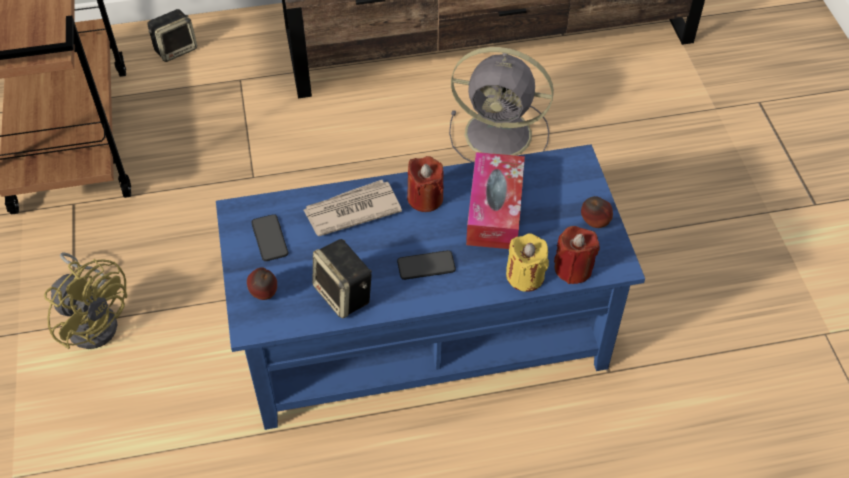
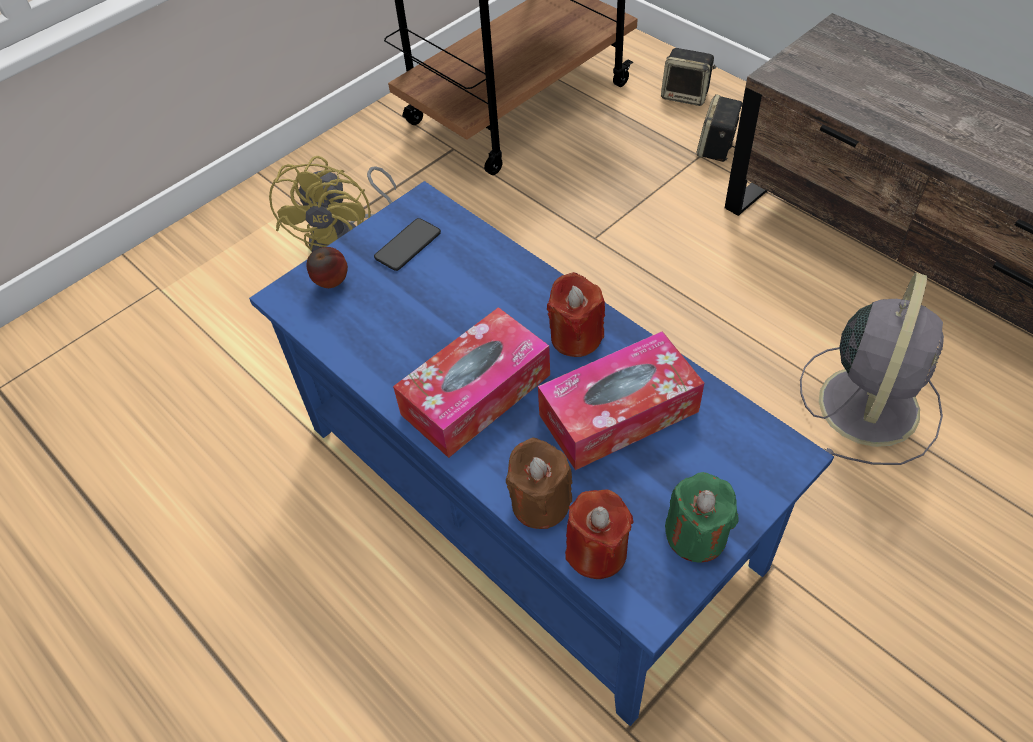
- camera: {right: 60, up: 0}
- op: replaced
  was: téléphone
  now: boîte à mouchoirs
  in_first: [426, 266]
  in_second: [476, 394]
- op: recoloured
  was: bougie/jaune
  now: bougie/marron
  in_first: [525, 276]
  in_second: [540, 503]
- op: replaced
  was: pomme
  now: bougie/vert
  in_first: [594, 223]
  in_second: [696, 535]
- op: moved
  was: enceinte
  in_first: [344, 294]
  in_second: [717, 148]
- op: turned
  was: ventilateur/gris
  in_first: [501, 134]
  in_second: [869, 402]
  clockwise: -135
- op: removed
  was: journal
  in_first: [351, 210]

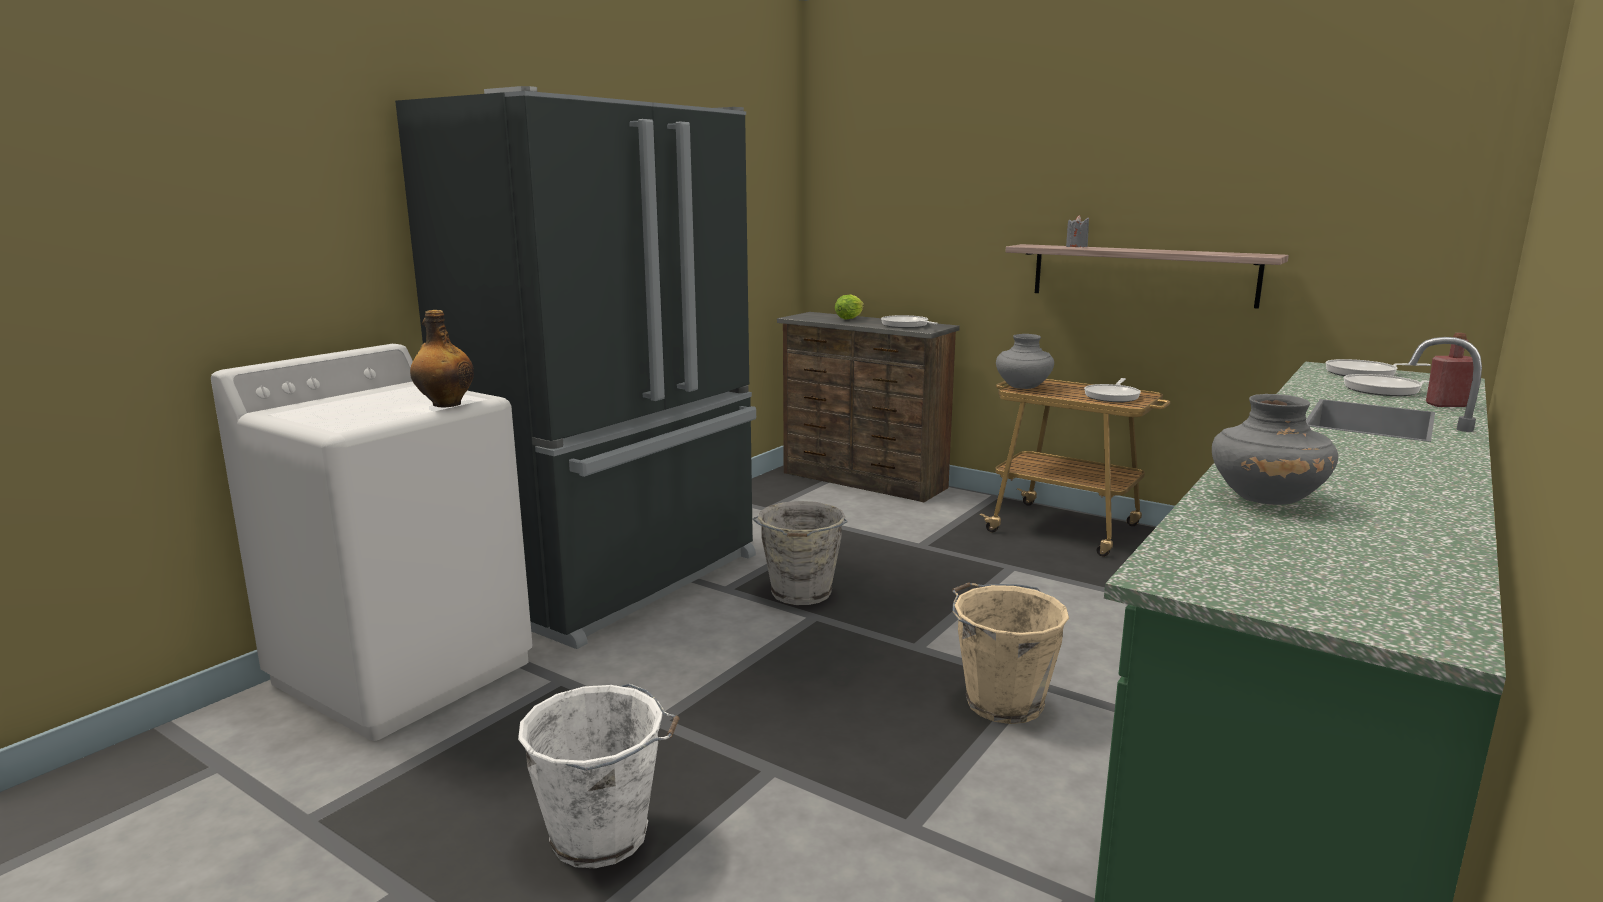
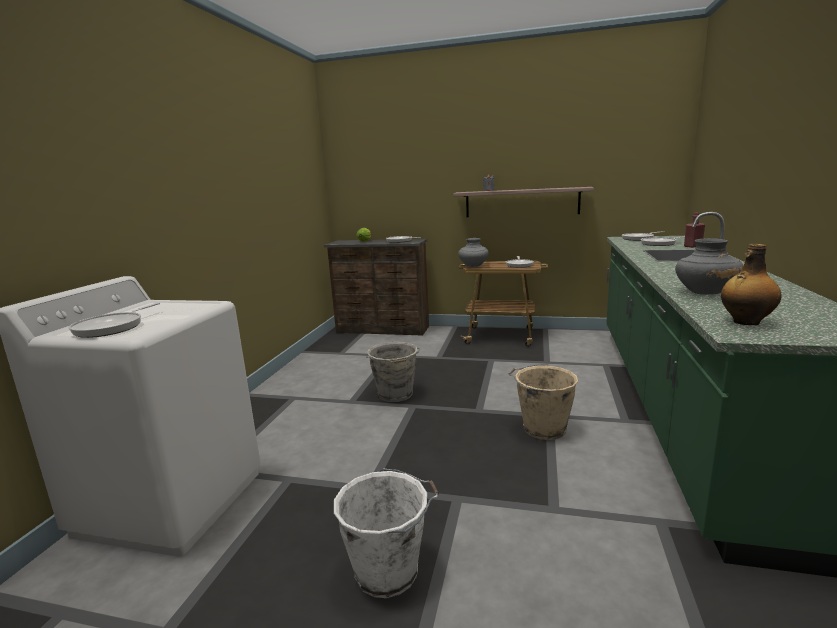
- camera: {right: -20, up: 0}
- op: added
  now: poêle
  in_second: [112, 327]
- op: moved
  was: bouteille
  in_first: [445, 404]
  in_second: [745, 322]
- op: removed
  was: réfrigérateur/noir
  in_first: [619, 580]

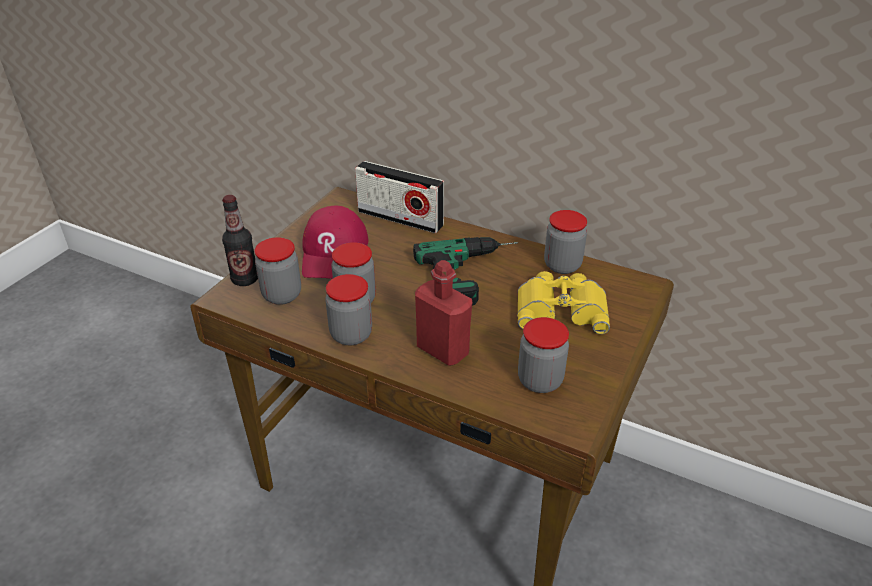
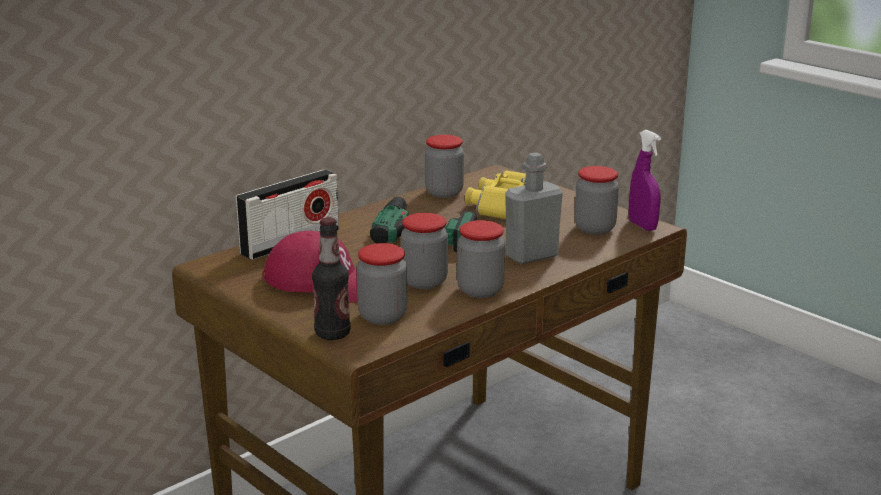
- camera: {right: -70, up: -15}
- op: recoloured
  was: bouteille/rouge
  now: bouteille/gris
  in_first: [443, 350]
  in_second: [531, 256]
- op: added
  now: vaporisateur/violet
  in_second: [642, 226]

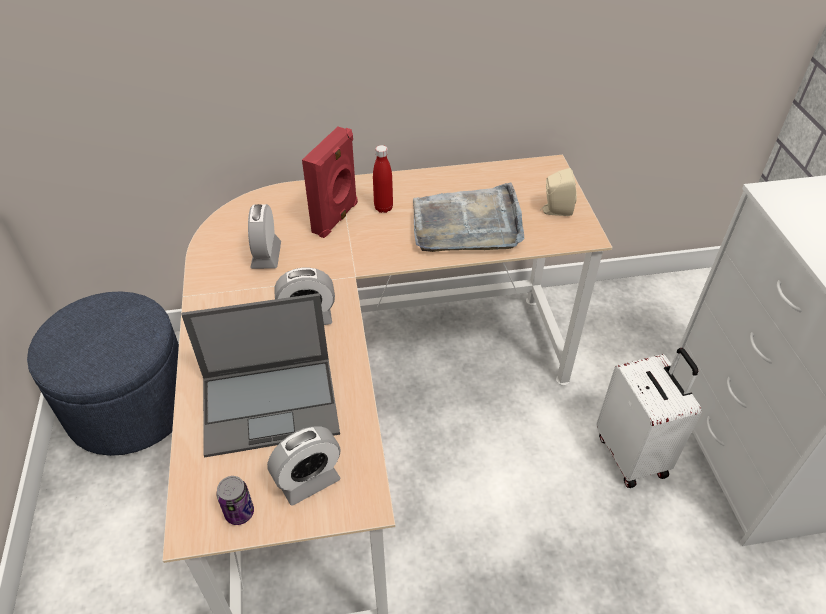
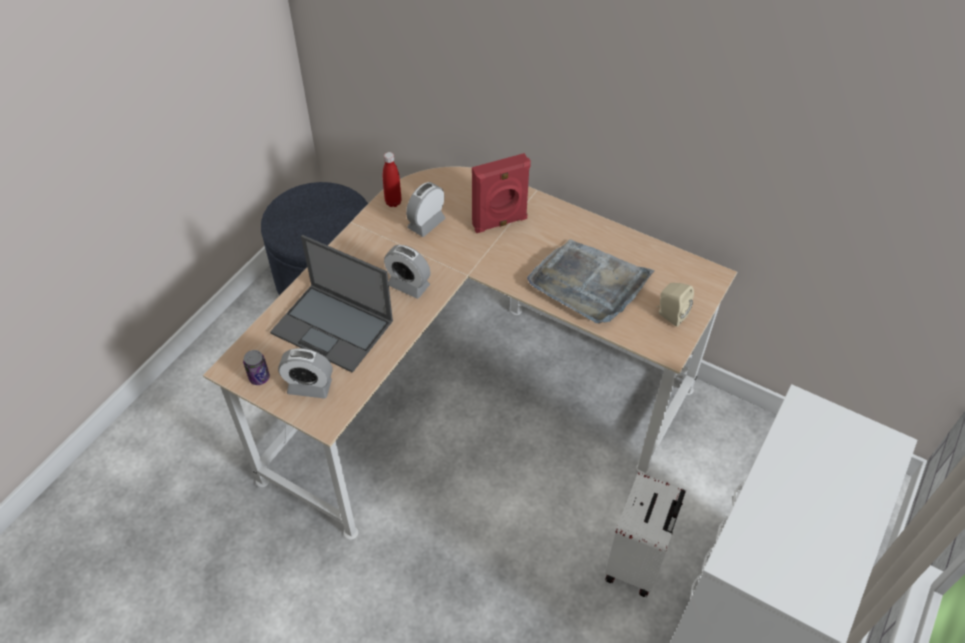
- camera: {right: 40, up: 5}
- op: moved
  was: bouteille/rouge
  in_first: [383, 208]
  in_second: [393, 202]

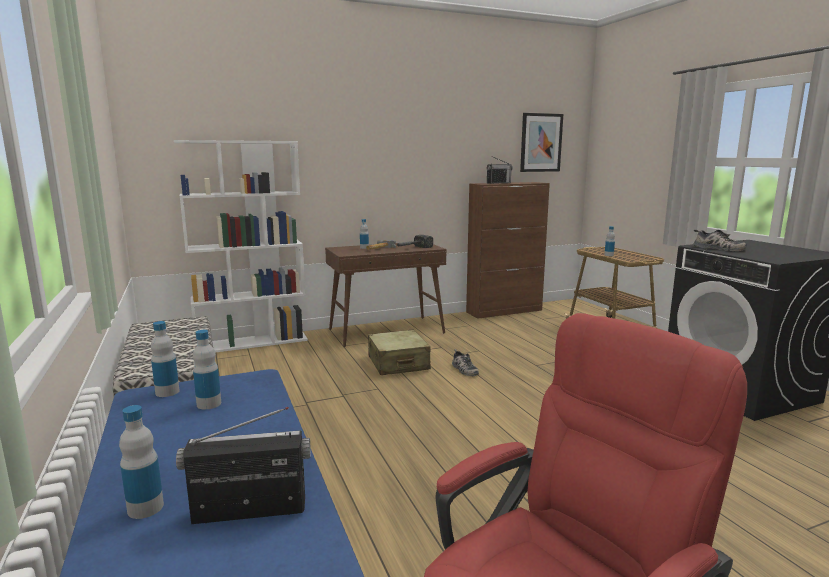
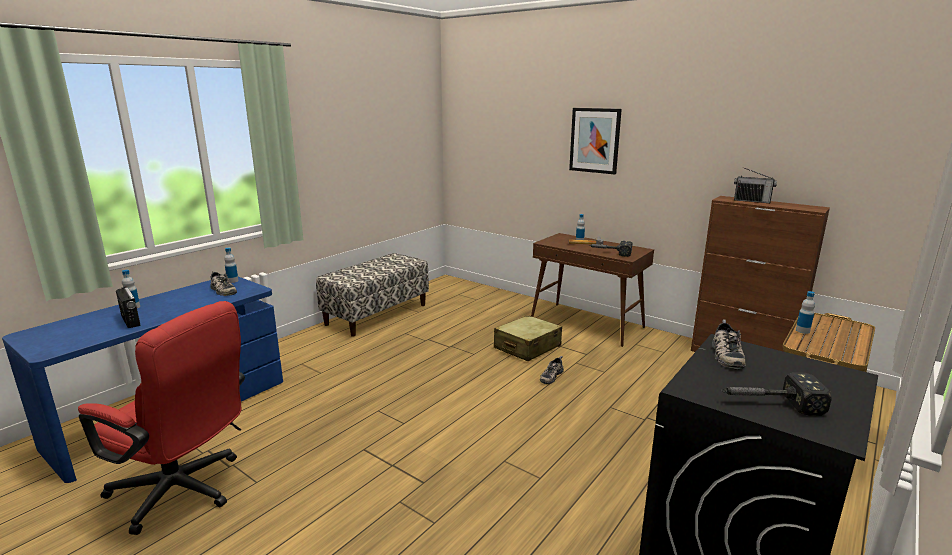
- camera: {right: 60, up: 5}
- op: replaced
  was: bouteille
  now: chaussure
  in_first: [209, 404]
  in_second: [222, 290]
- op: moved
  was: tableau
  in_first: [541, 142]
  in_second: [595, 140]
- op: added
  now: marteau
  in_second: [767, 403]
- op: removed
  was: bibliothèque/blanc
  in_first: [252, 342]

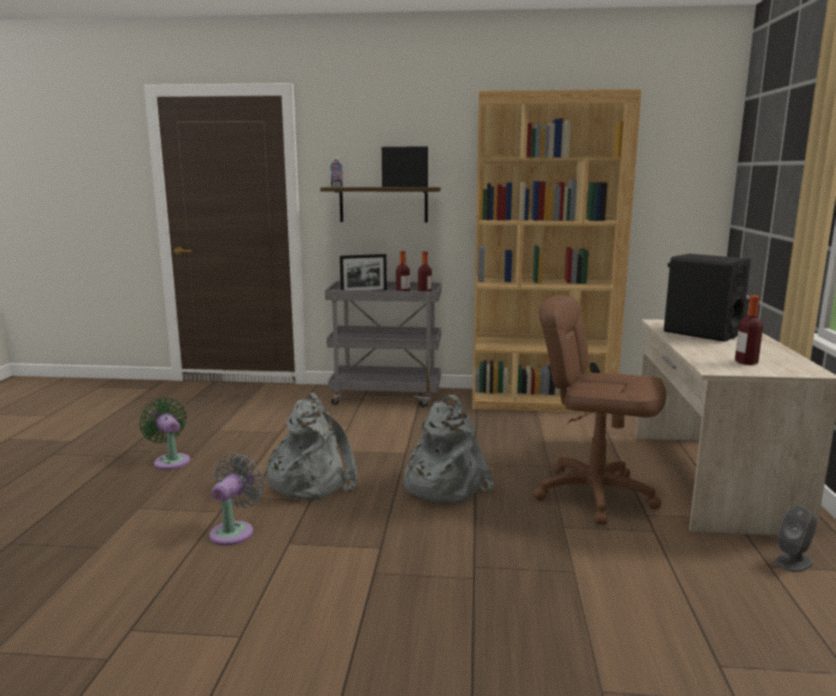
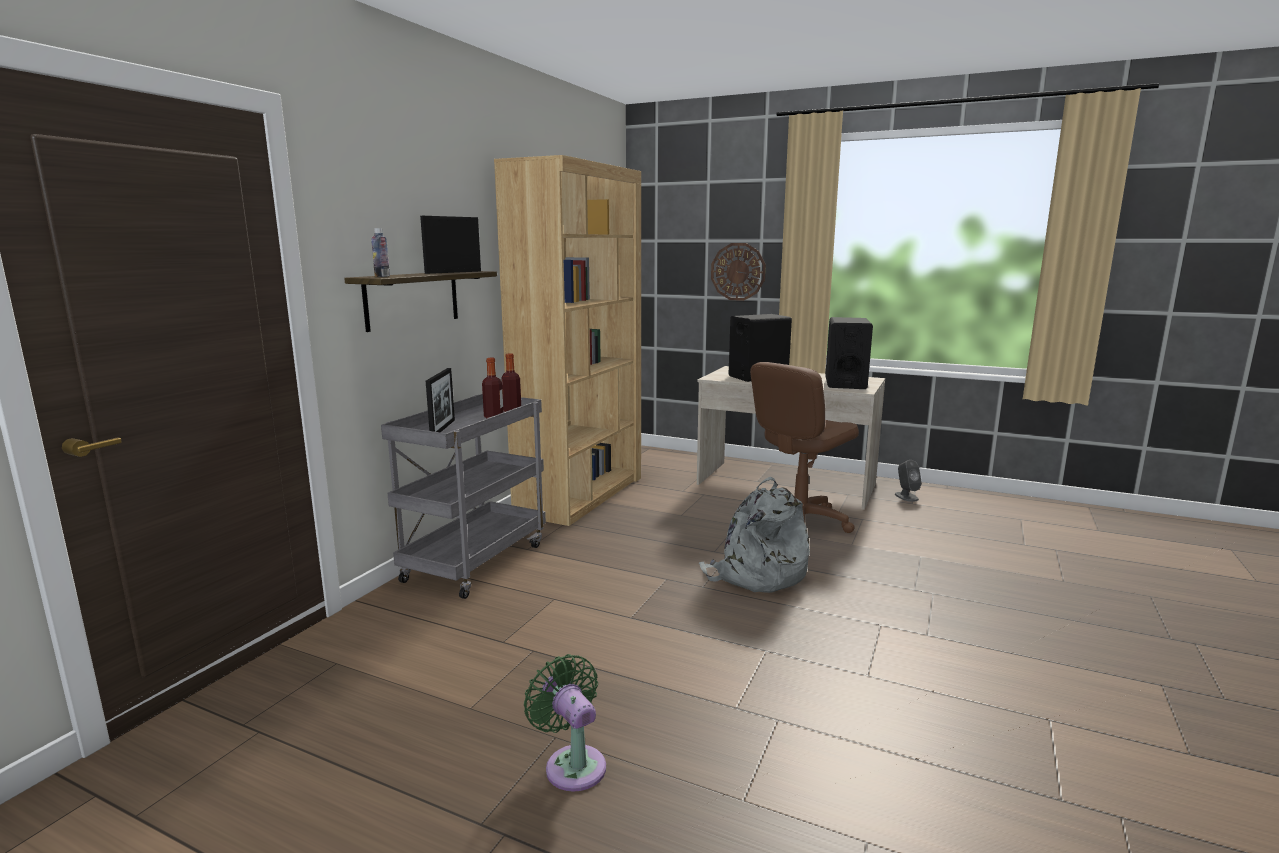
- camera: {right: -70, up: 0}
- op: turned
  was: ventilateur/vert
  in_first: [171, 461]
  in_second: [572, 764]
  clockwise: 75
- op: added
  now: horloge murale
  in_second: [738, 271]
- op: replaced
  was: bouteille
  now: enceinte/noir
  in_first: [746, 362]
  in_second: [845, 383]
- op: removed
  was: ventilateur/gris
  in_first: [235, 531]
- op: removed
  was: sac à dos/gris
  in_first: [311, 482]

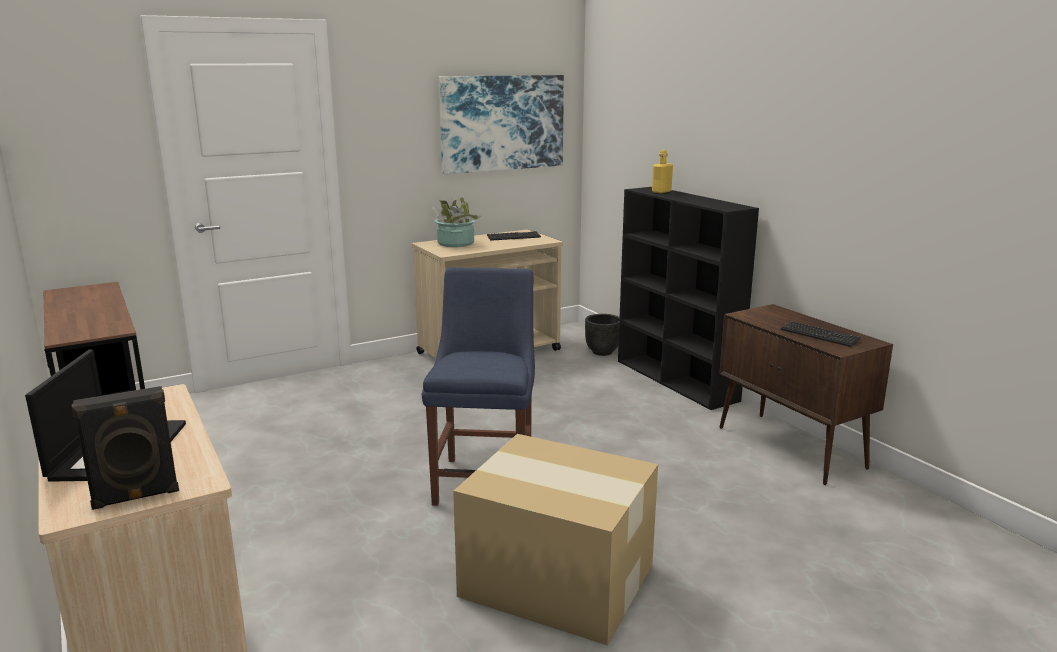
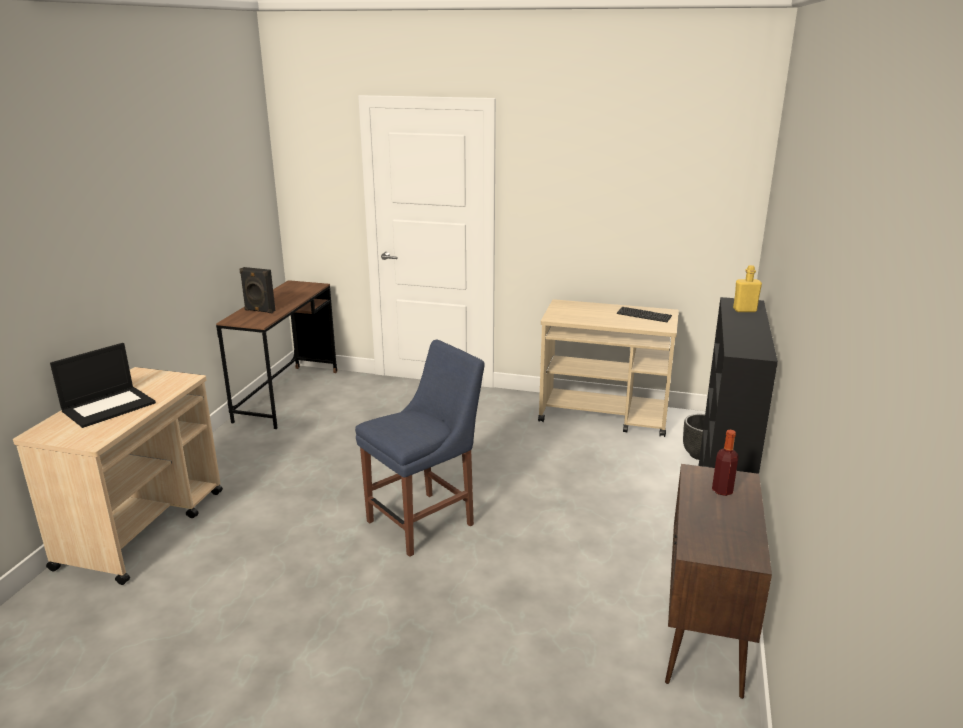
- camera: {right: 45, up: 5}
- op: moved
  was: enceinte/noir
  in_first: [136, 497]
  in_second: [259, 311]
- op: added
  now: bouteille
  in_second: [722, 490]
- op: removed
  was: plante en pot
  in_first: [455, 243]
- op: removed
  was: tableau
  in_first: [502, 123]
- op: removed
  was: carton
  in_first: [559, 581]
- op: removed
  was: clavier
  in_first: [819, 335]

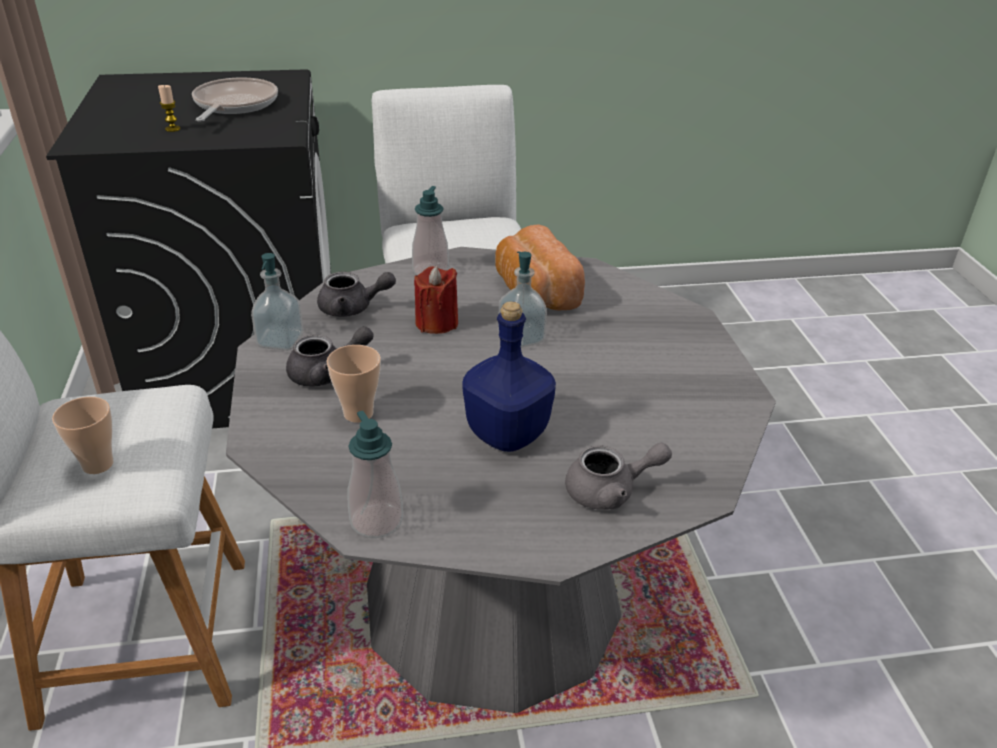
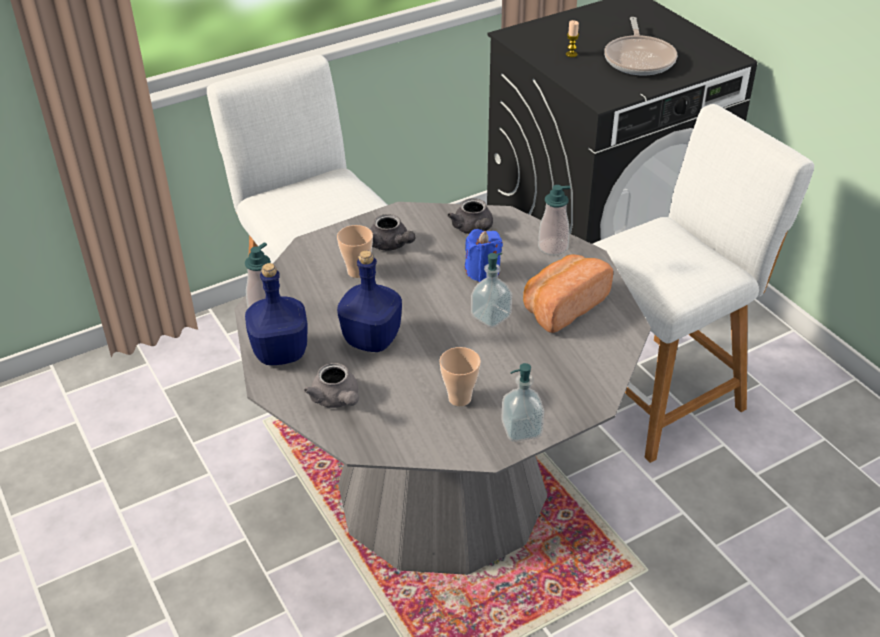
- camera: {right: 70, up: 5}
- op: added
  now: bouteille/bleu
  in_second: [282, 352]
- op: moved
  was: tasse
  in_first: [98, 464]
  in_second: [459, 398]
- op: recoloured
  was: bougie/rouge
  now: bougie/bleu
  in_first: [436, 323]
  in_second: [482, 271]
- op: moved
  was: distributeur de savon
  in_first: [280, 341]
  in_second: [521, 429]
- op: turned
  was: poêle
  in_first: [234, 105]
  in_second: [639, 59]
  clockwise: 105

